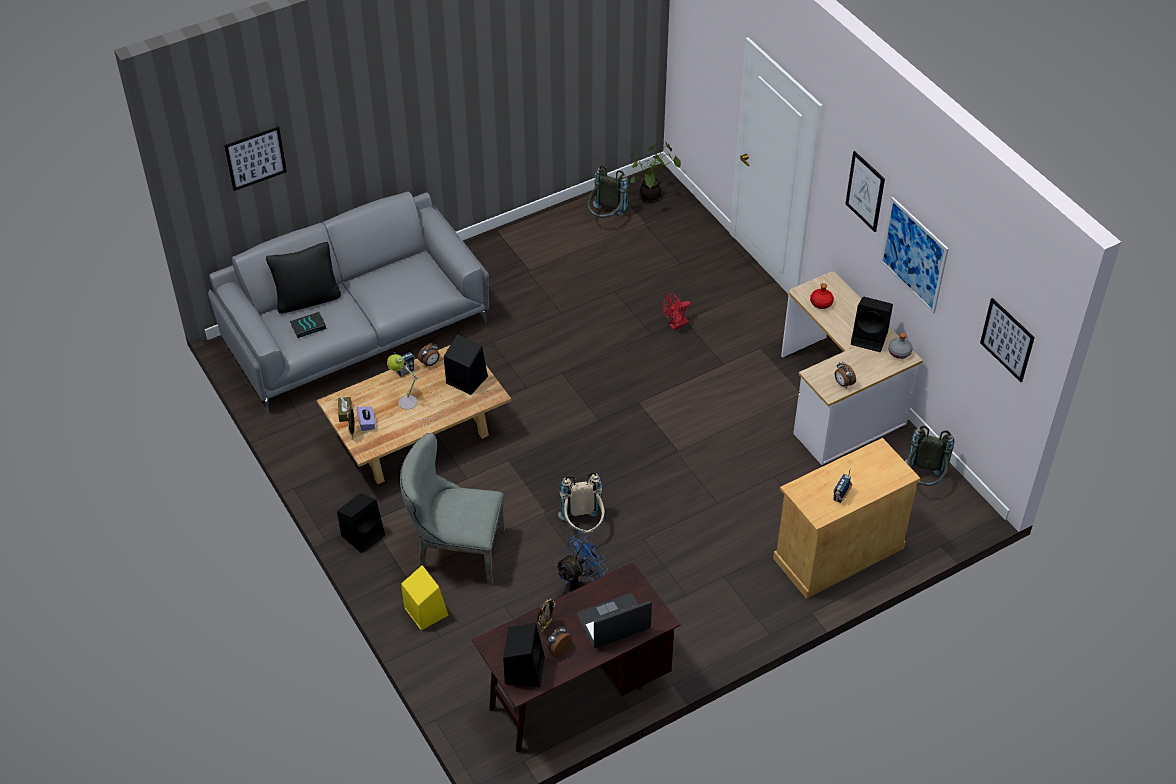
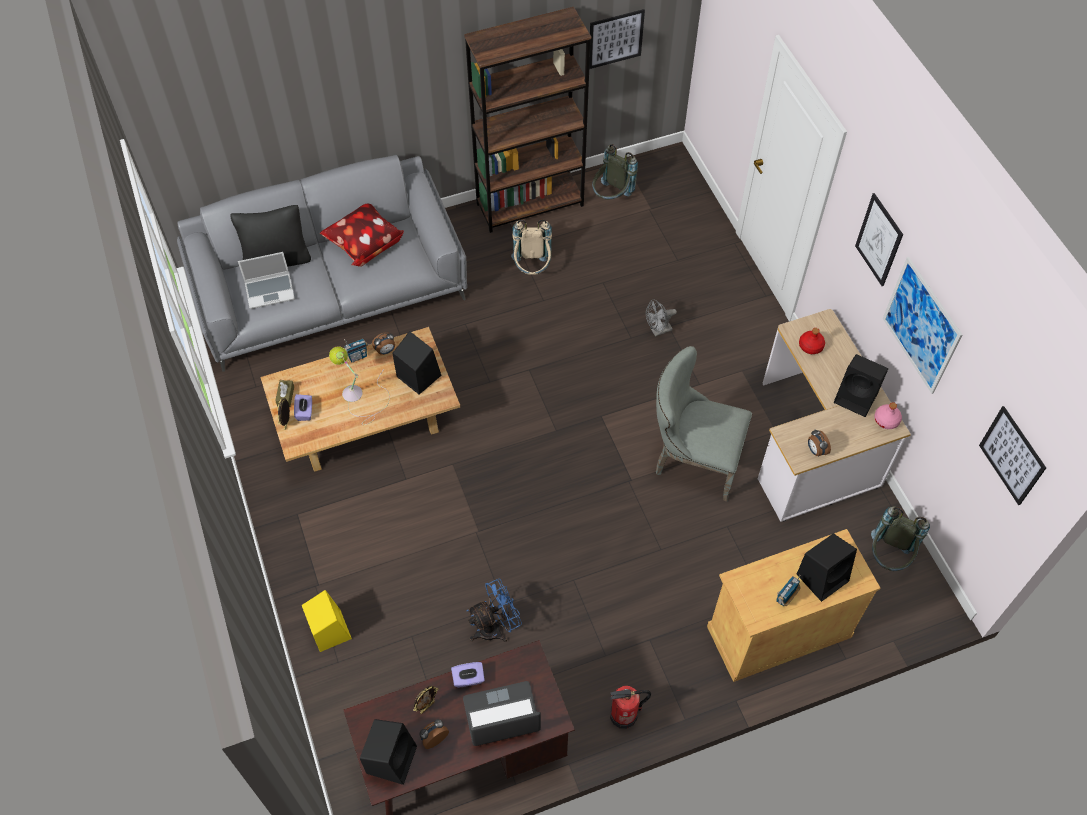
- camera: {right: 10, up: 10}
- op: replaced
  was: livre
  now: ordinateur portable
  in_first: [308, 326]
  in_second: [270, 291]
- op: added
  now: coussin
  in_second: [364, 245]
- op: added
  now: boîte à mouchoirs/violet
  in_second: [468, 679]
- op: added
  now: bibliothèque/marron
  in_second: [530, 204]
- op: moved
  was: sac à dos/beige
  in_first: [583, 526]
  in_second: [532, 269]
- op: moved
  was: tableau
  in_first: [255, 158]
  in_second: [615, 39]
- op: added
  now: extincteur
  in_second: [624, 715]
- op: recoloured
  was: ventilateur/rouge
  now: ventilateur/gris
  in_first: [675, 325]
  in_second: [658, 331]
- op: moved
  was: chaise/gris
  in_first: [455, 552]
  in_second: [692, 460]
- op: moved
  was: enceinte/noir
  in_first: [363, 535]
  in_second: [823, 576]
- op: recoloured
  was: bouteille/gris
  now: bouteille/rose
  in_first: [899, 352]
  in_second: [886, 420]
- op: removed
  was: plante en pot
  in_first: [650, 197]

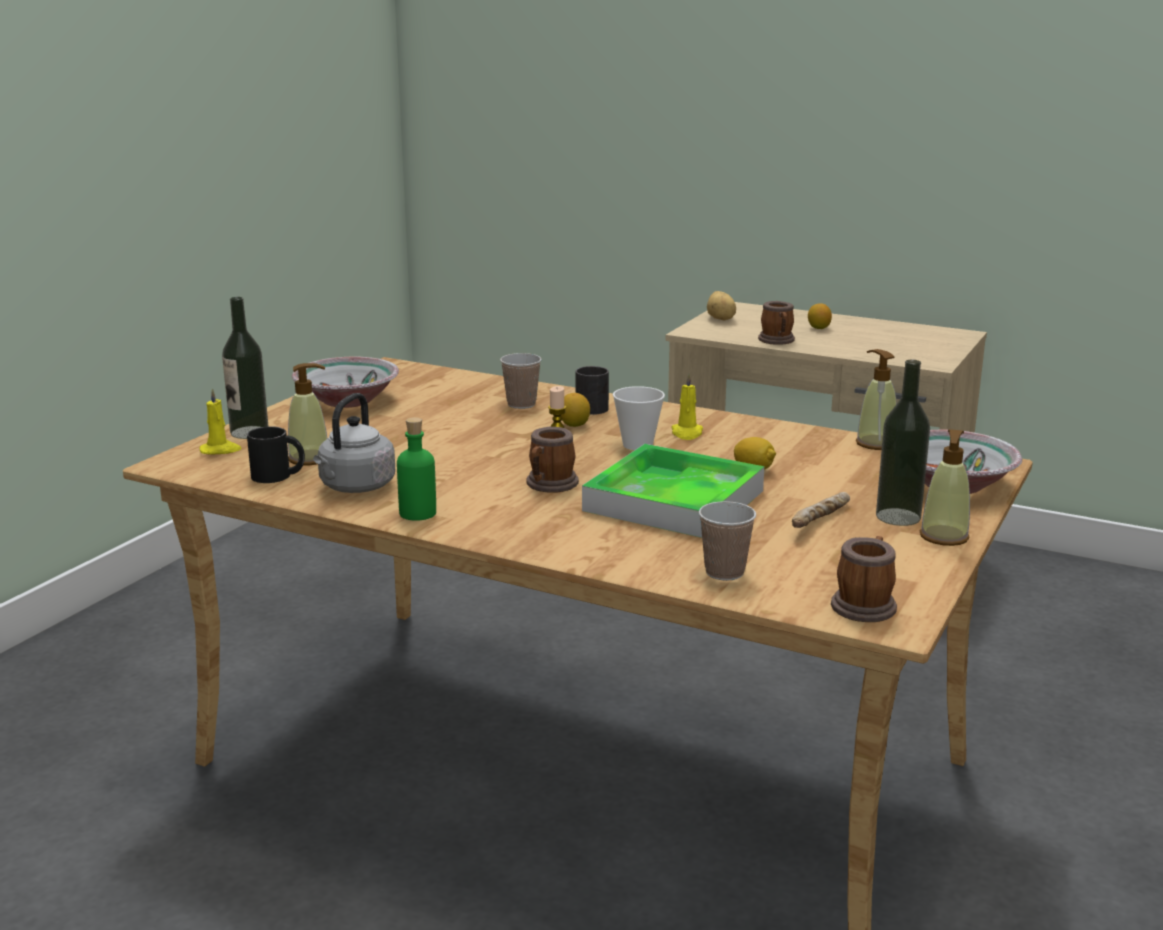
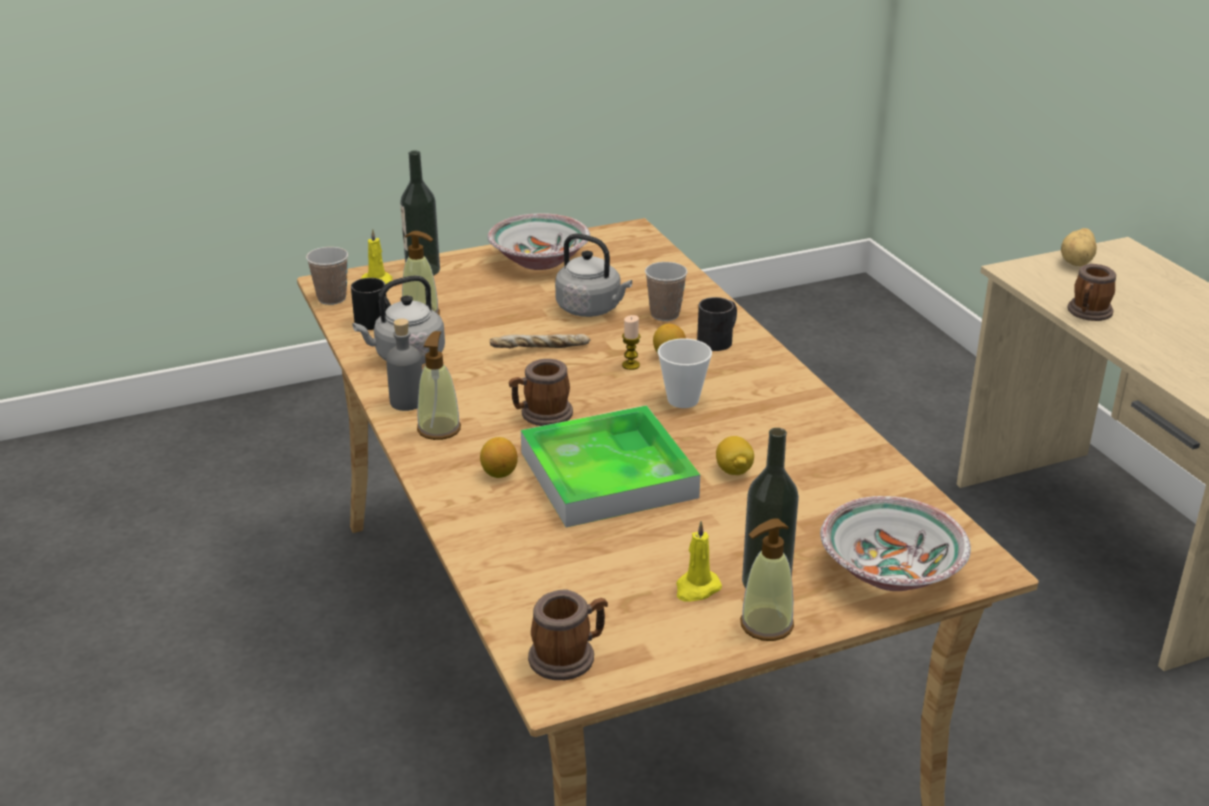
- camera: {right: 40, up: 10}
- op: moved
  was: tasse
  in_first: [724, 572]
  in_second: [332, 298]
- op: recoloured
  was: bouteille/vert
  now: bouteille/gris
  in_first: [418, 513]
  in_second: [407, 402]
- op: moved
  was: distributeur de savon
  in_first: [875, 443]
  in_second: [439, 429]
- op: moved
  was: citron
  in_first: [818, 328]
  in_second: [499, 473]
- op: moved
  was: pain
  in_first: [821, 522]
  in_second: [540, 351]
- op: added
  now: bouilloire/gris
  in_second: [591, 309]
- op: moved
  was: bougie/jaune
  in_first: [687, 433]
  in_second: [696, 588]

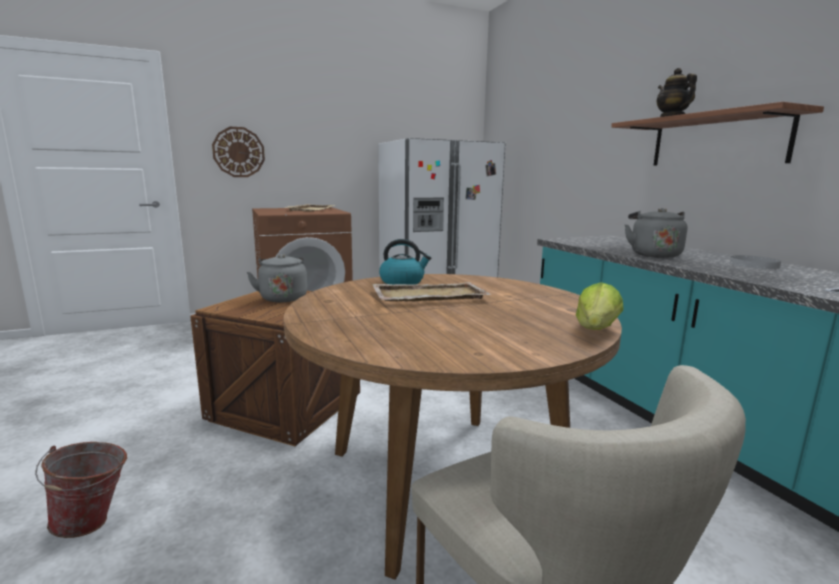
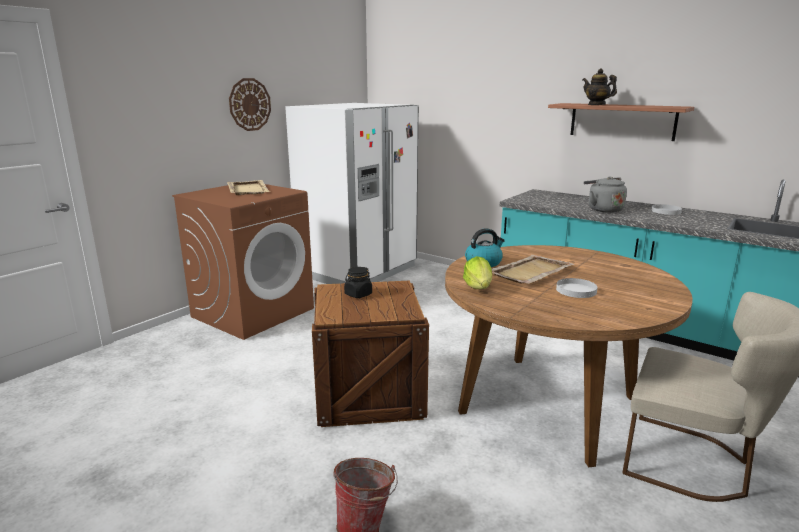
- camera: {right: -30, up: 5}
- op: moved
  was: horloge murale
  in_first: [238, 152]
  in_second: [249, 104]
- op: replaced
  was: bouilloire/gris
  now: bocal/noir
  in_first: [283, 297]
  in_second: [358, 294]
- op: moved
  was: laitue
  in_first: [596, 330]
  in_second: [478, 288]
- op: added
  now: assiette/blanc
  in_second: [576, 290]

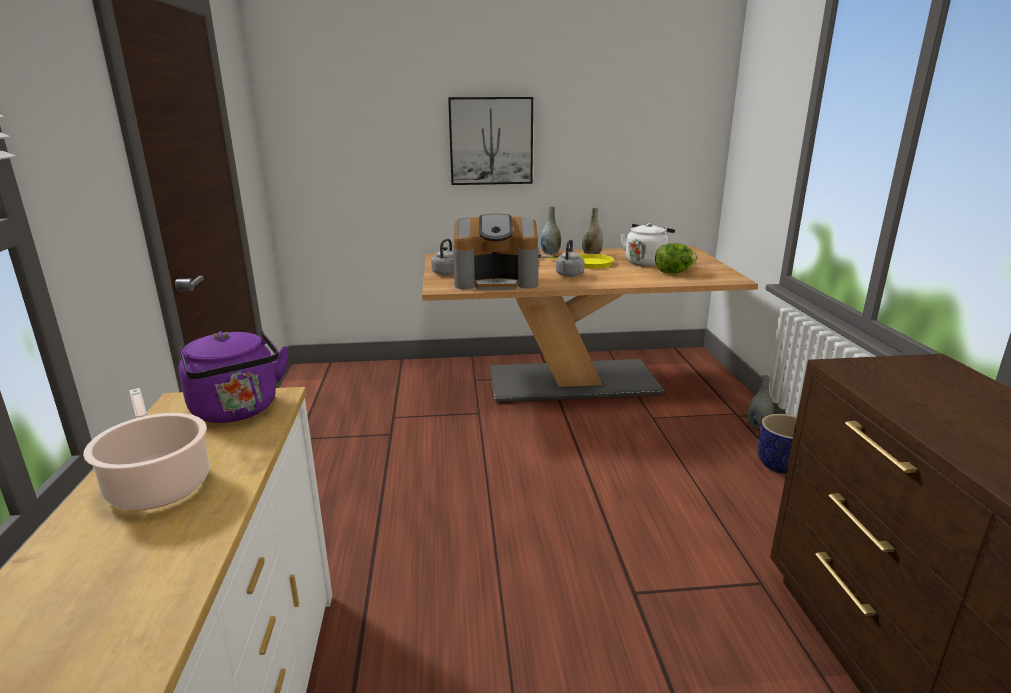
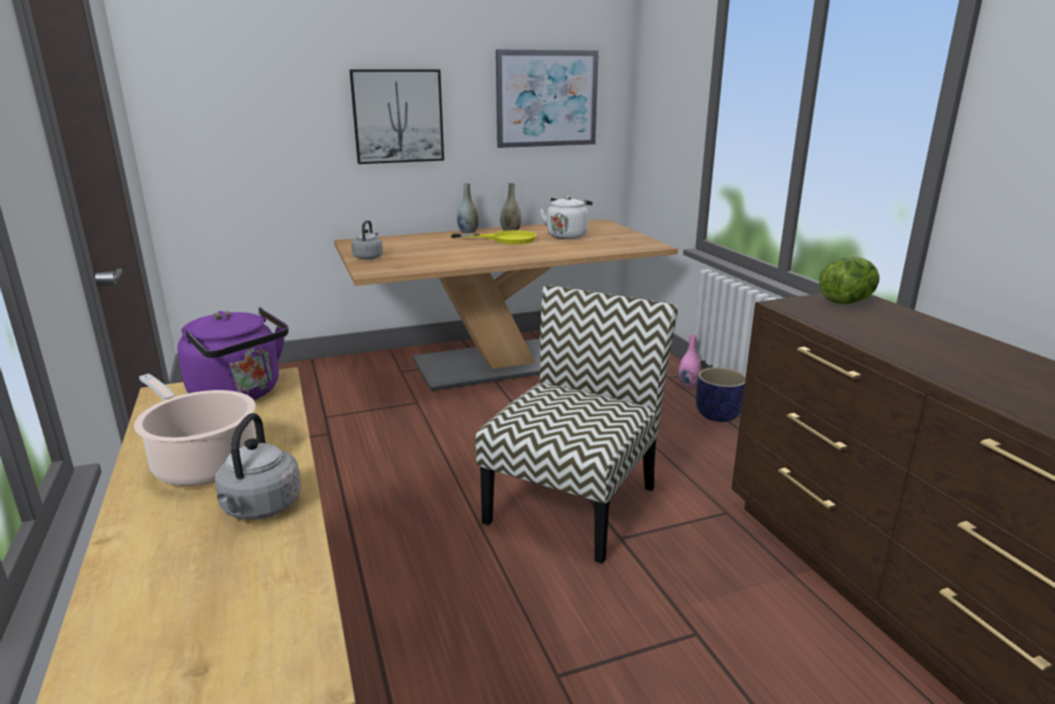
- camera: {right: -15, up: 0}
- op: moved
  was: bouilloire/gris
  in_first: [569, 275]
  in_second: [260, 508]
- op: added
  now: chaise
  in_second: [572, 502]
- op: added
  now: tableau
  in_second: [547, 99]
- op: recoloured
  was: vase/gris
  now: vase/rose
  in_first: [758, 425]
  in_second: [689, 384]
- op: moved
  was: laitue
  in_first: [673, 272]
  in_second: [846, 302]
- op: removed
  was: machine à café
  in_first: [496, 281]

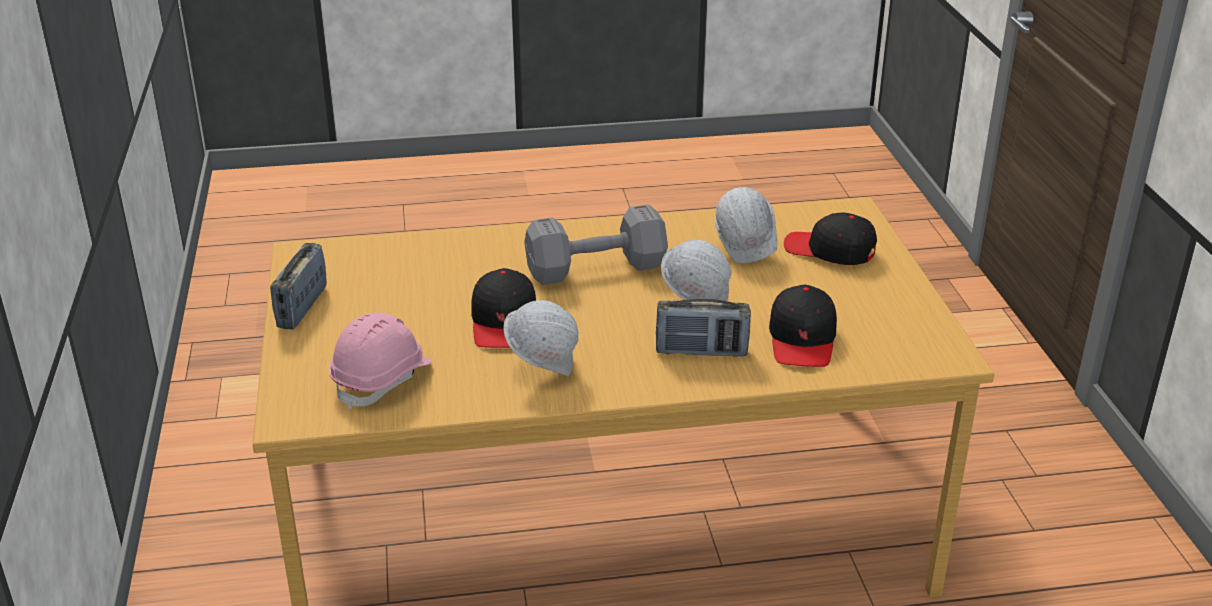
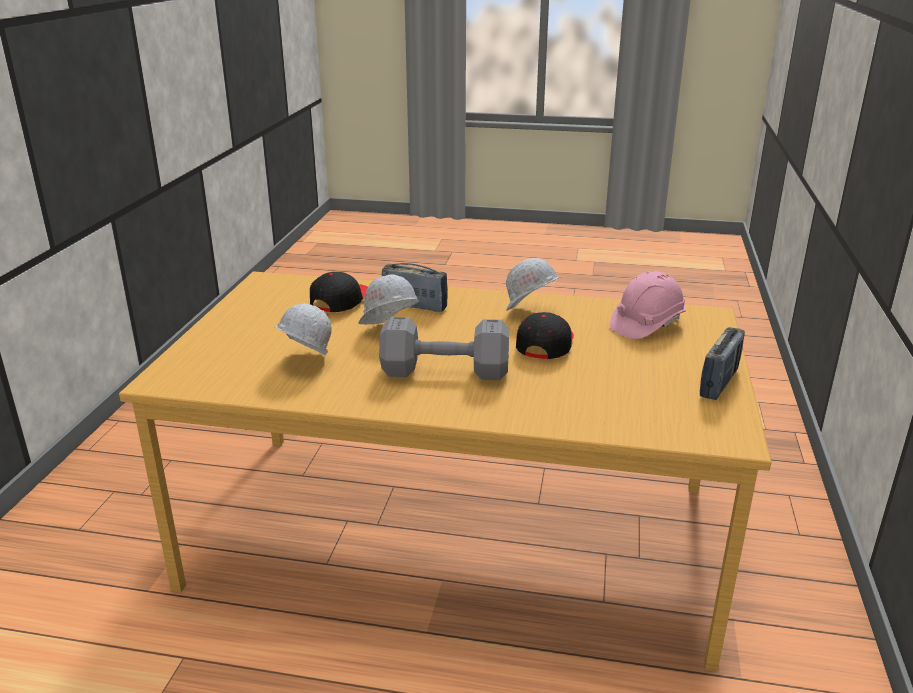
- camera: {right: -160, up: -5}
- op: removed
  was: casquette/noir
  in_first: [830, 250]

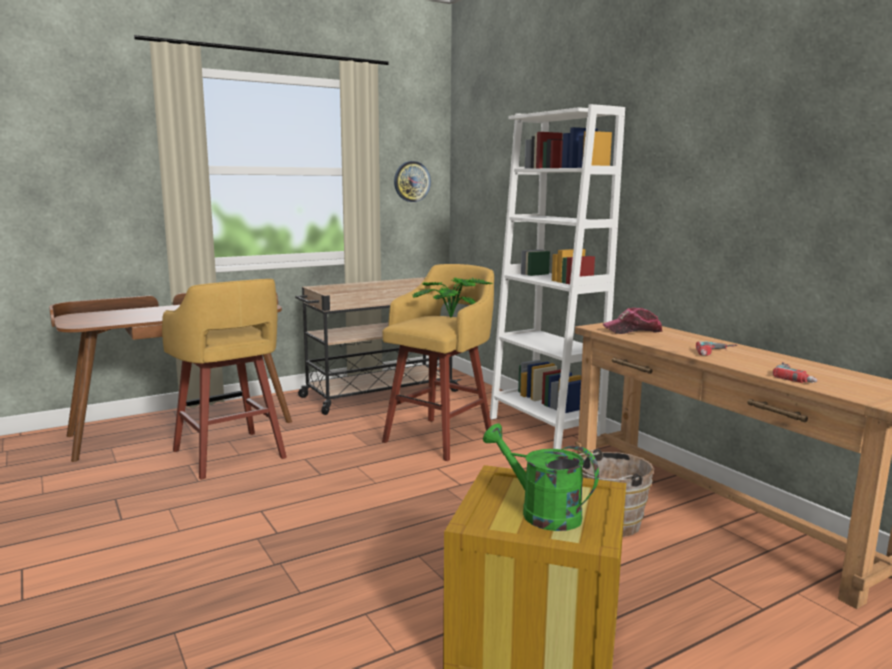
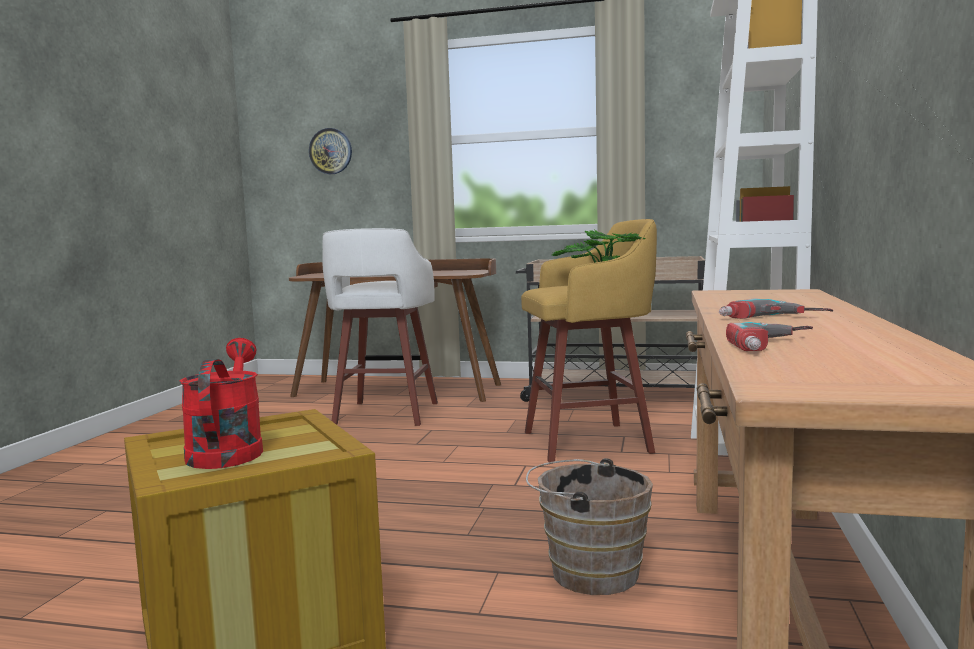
- camera: {right: 45, up: -5}
- op: recoloured
  was: arrosoir/vert
  now: arrosoir/rouge
  in_first: [541, 512]
  in_second: [228, 450]
- op: moved
  was: horloge murale
  in_first: [411, 181]
  in_second: [331, 151]
- op: recoloured
  was: tabouret/jaune
  now: tabouret/blanc
  in_first: [230, 455]
  in_second: [385, 415]
- op: removed
  was: casquette
  in_first: [633, 330]

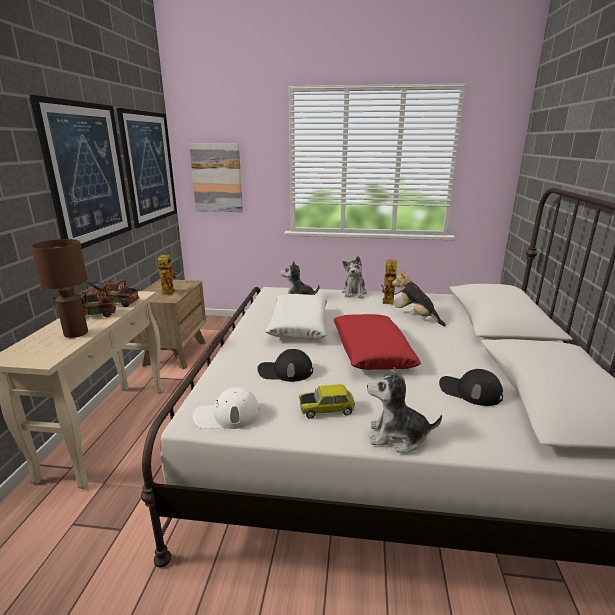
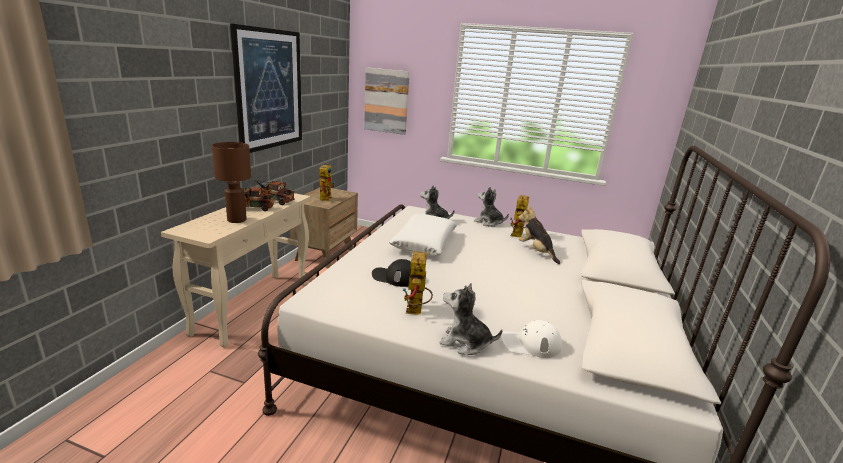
- camera: {right: 10, up: 0}
- op: replaced
  was: petite voiture
  now: robot jouet
  in_first: [326, 409]
  in_second: [416, 311]
- op: turned
  was: peluche
  in_first: [354, 293]
  in_second: [488, 222]
  clockwise: 105
- op: moved
  was: casquette/blanc
  in_first: [227, 415]
  in_second: [530, 344]
- op: removed
  was: tableau
  in_first: [149, 167]
- op: removed
  was: coussin/rouge
  in_first: [371, 351]
- op: removed
  was: casquette/noir
  in_first: [469, 391]

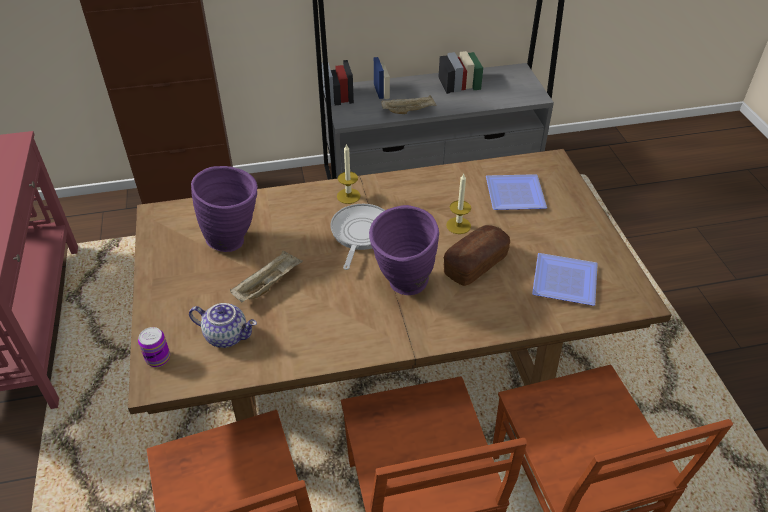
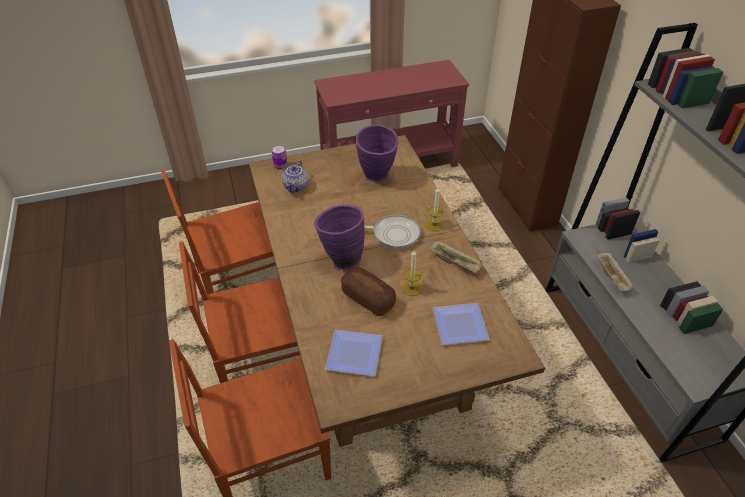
- camera: {right: 85, up: 0}
- op: moved
  was: plateau/beige
  in_first: [268, 285]
  in_second: [455, 263]

